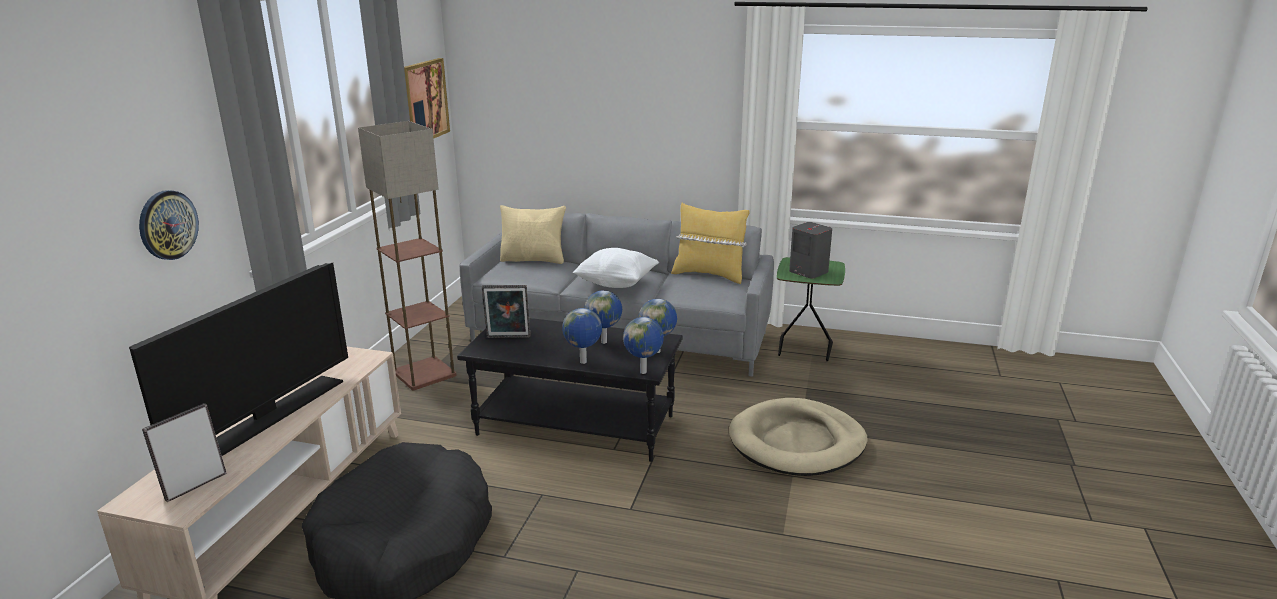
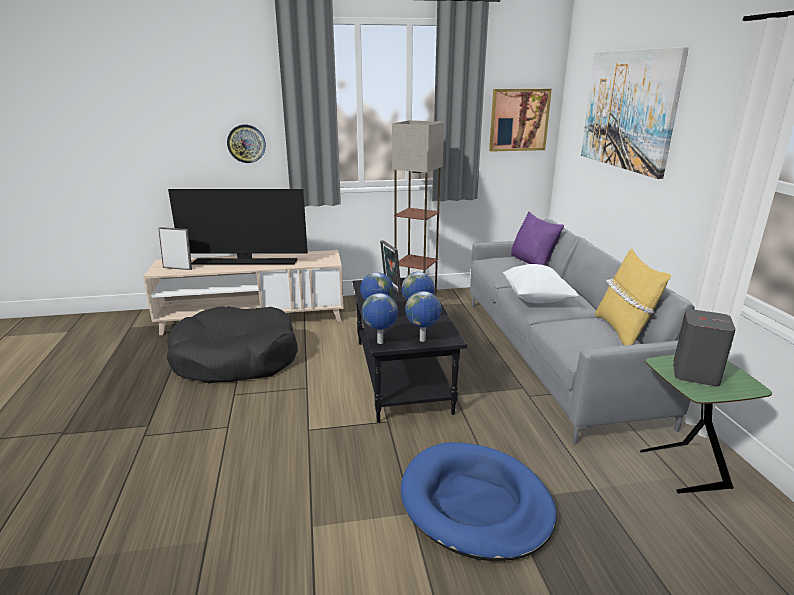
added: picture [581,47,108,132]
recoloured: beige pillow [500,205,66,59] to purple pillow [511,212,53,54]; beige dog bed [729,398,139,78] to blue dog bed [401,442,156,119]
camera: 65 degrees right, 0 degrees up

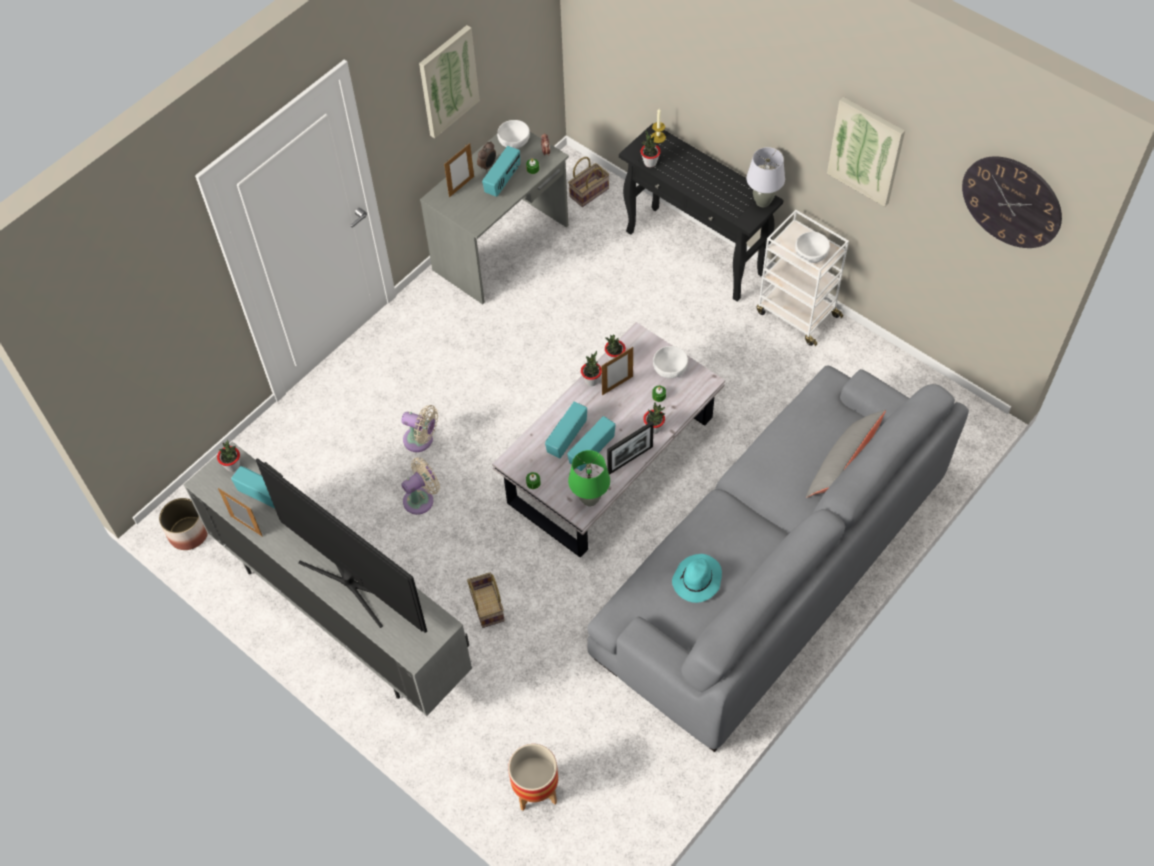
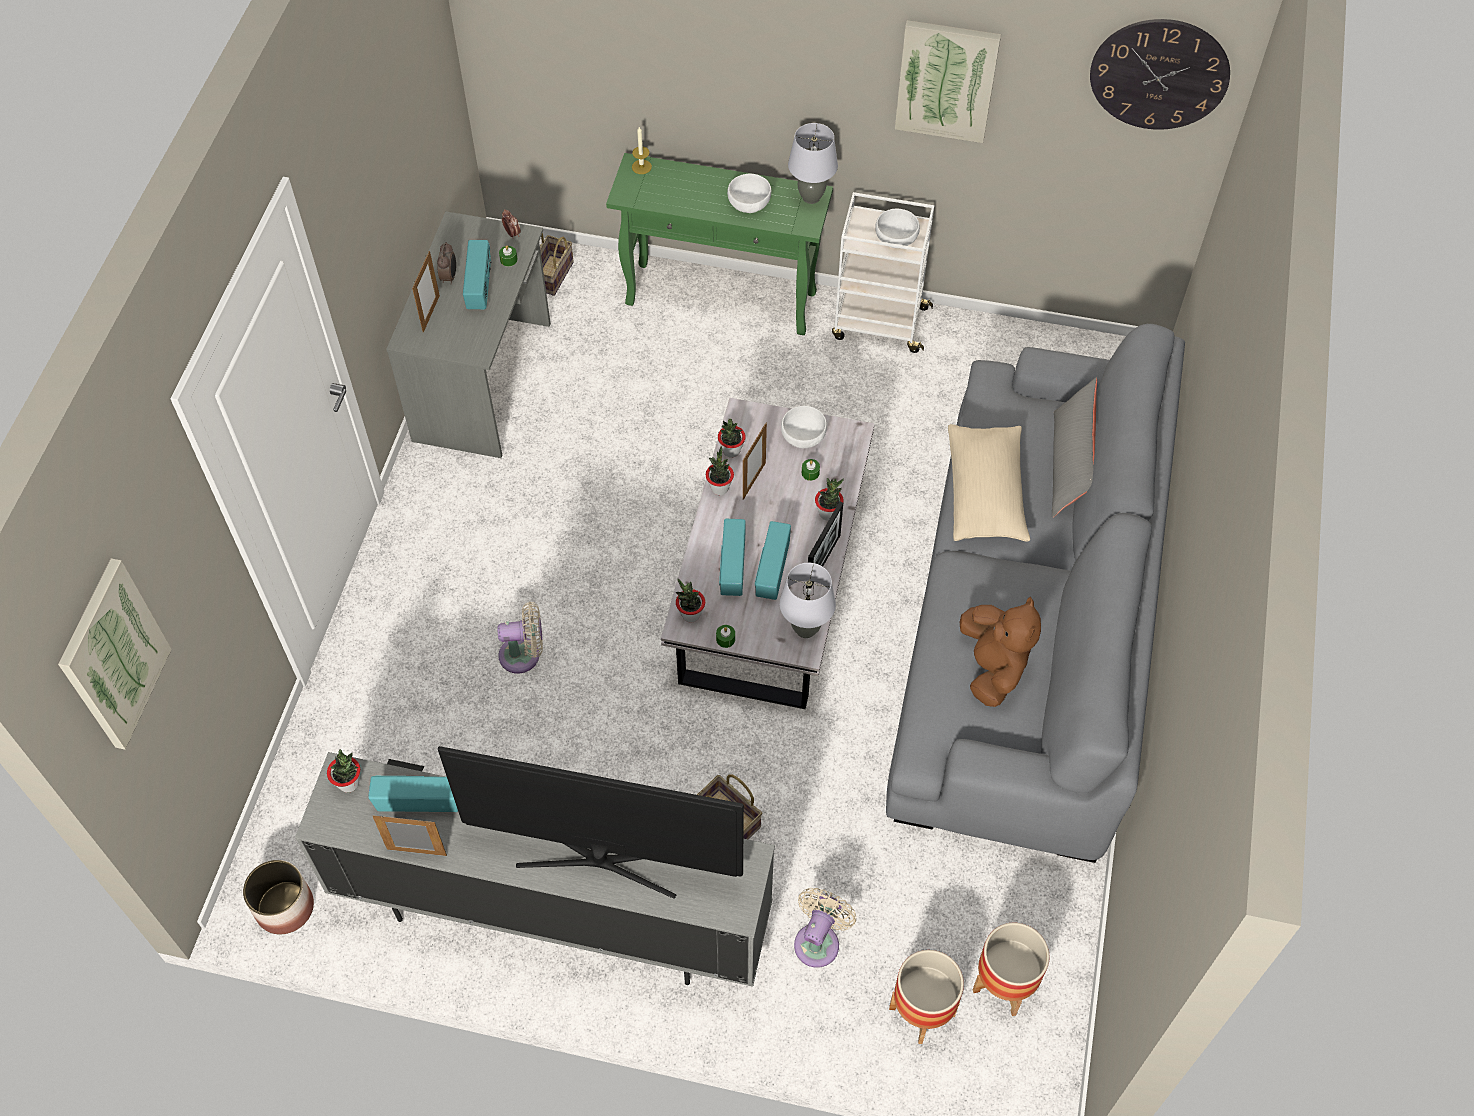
added: beige pillow [948,424,82,118]; planter [973,923,77,93]
moved: beige fan [401,457,39,58] to [794,888,62,80]; picture [419,25,61,113] to [58,558,114,192]; white bowl [497,120,33,29] to [727,174,44,39]; potted plant [641,131,20,36] to [676,579,29,44]
replaced: turquoise hat [672,554,50,49] to brown plush toy [960,596,81,111]
recoloured: green table lamp [568,450,42,56] to grey table lamp [780,563,56,75]; black console table [619,123,165,179] to green console table [606,153,227,182]
camera: 30 degrees left, 0 degrees up

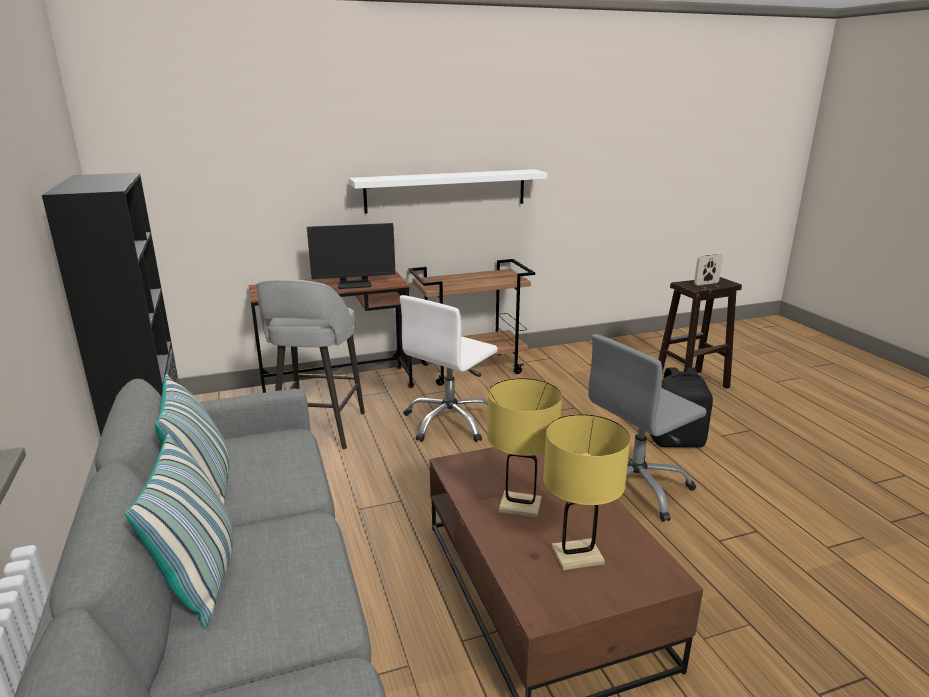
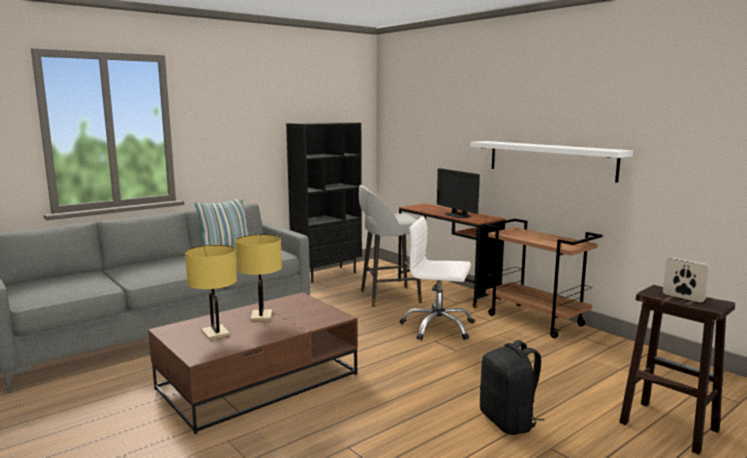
removed: pillow [125,433,108,195]; grey office chair [588,334,119,188]
camera: 70 degrees right, 10 degrees down

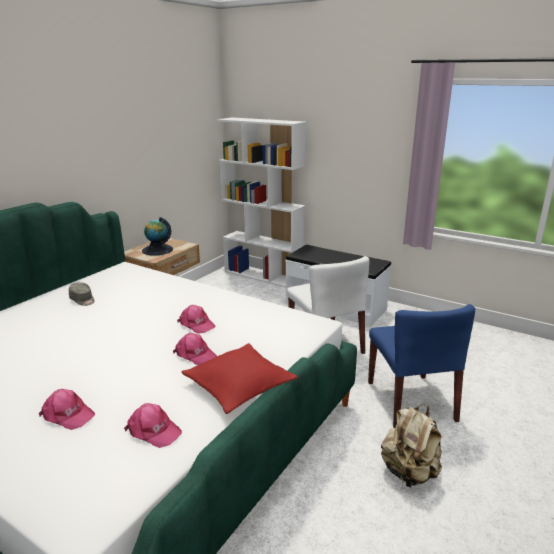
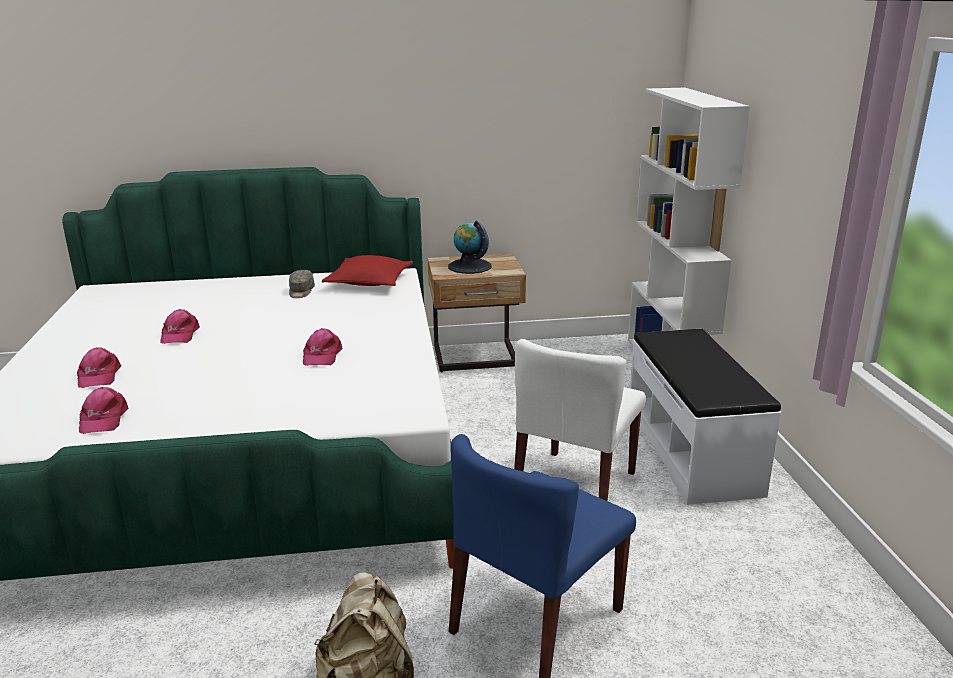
moved: pink cap [173,333,44,32] to [161,309,39,35]; red pillow [181,343,117,71] to [322,255,91,31]
camera: 50 degrees right, 0 degrees up

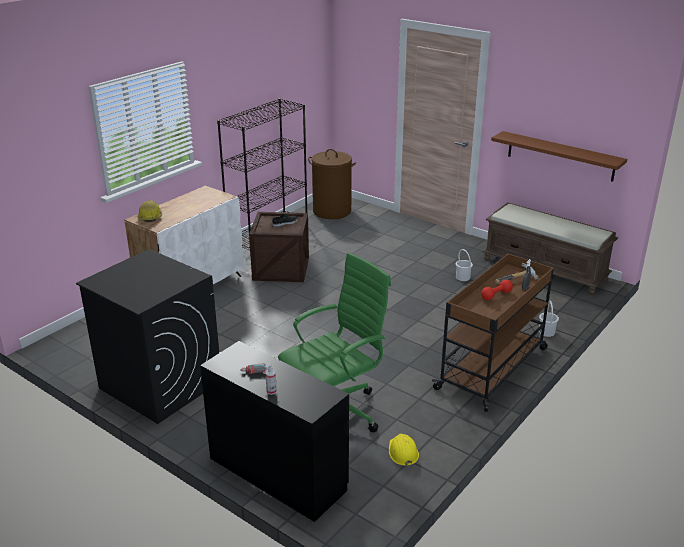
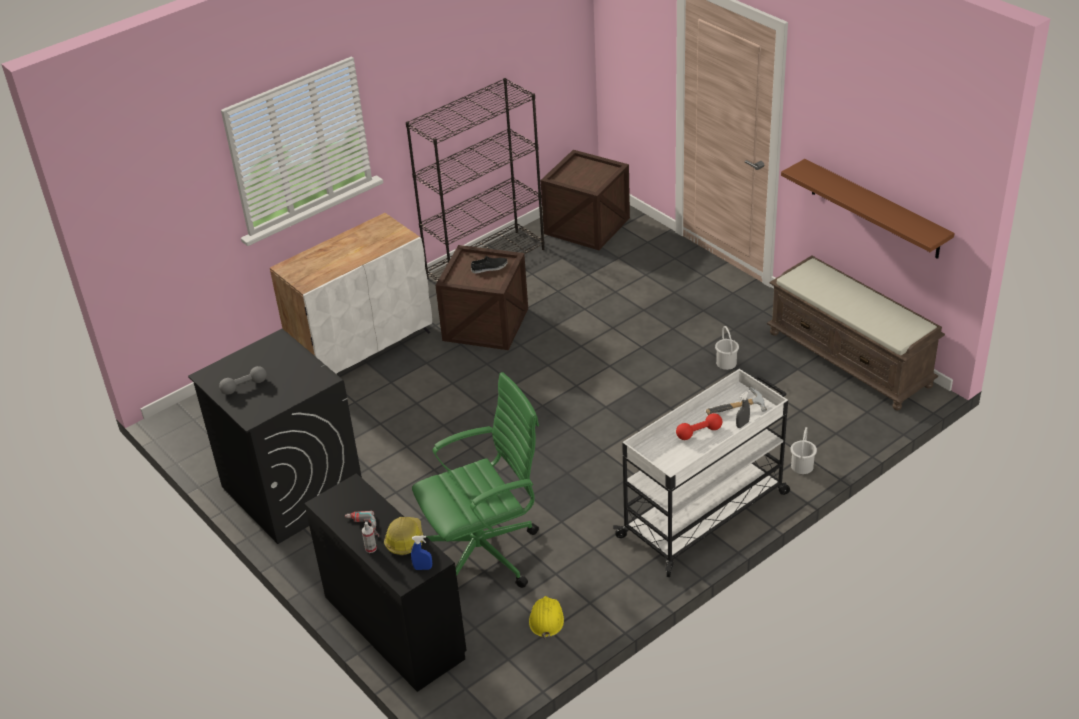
added: grey dumbbell [219,366,48,29]; blue spray bottle [411,536,21,34]
moved: hard hat [138,200,24,22] to [384,517,39,39]
replaced: brown laundry basket [308,149,48,70] to crate [541,150,89,100]
recoloured: brown cart [432,254,122,158] to white cart [613,369,177,208]
camera: 15 degrees right, 10 degrees up

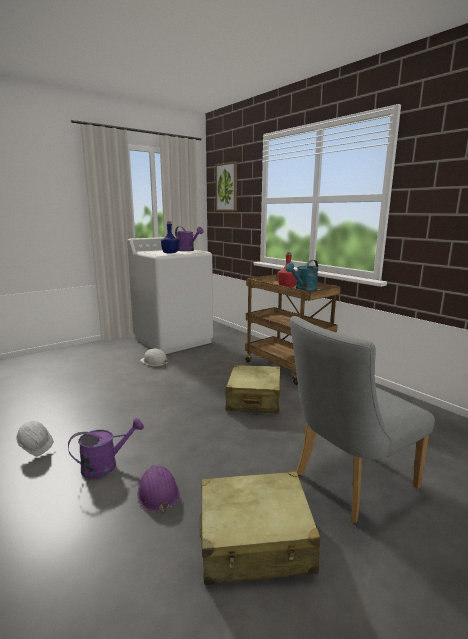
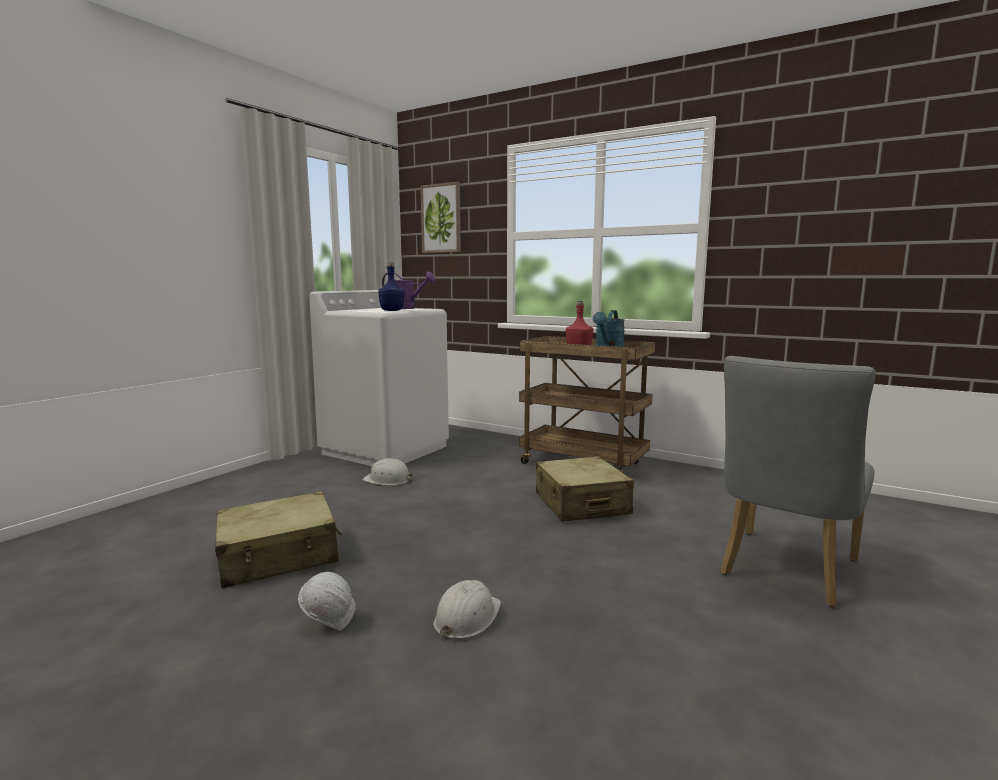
removed: purple hard hat [138,466,41,47]
moved: beige suitcase [200,471,120,114] to [215,491,127,97]
replaced: purple watering can [68,418,76,61] to white hard hat [434,580,67,60]
camera: 20 degrees left, 5 degrees down

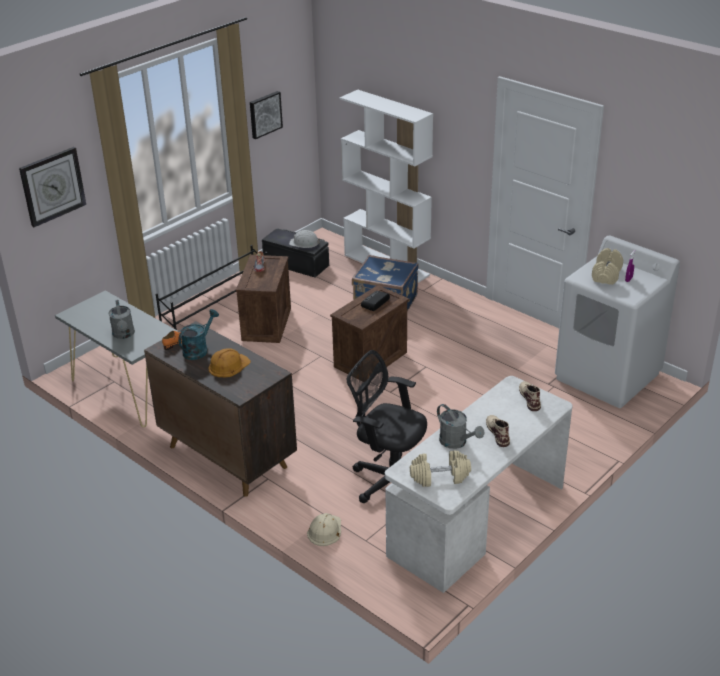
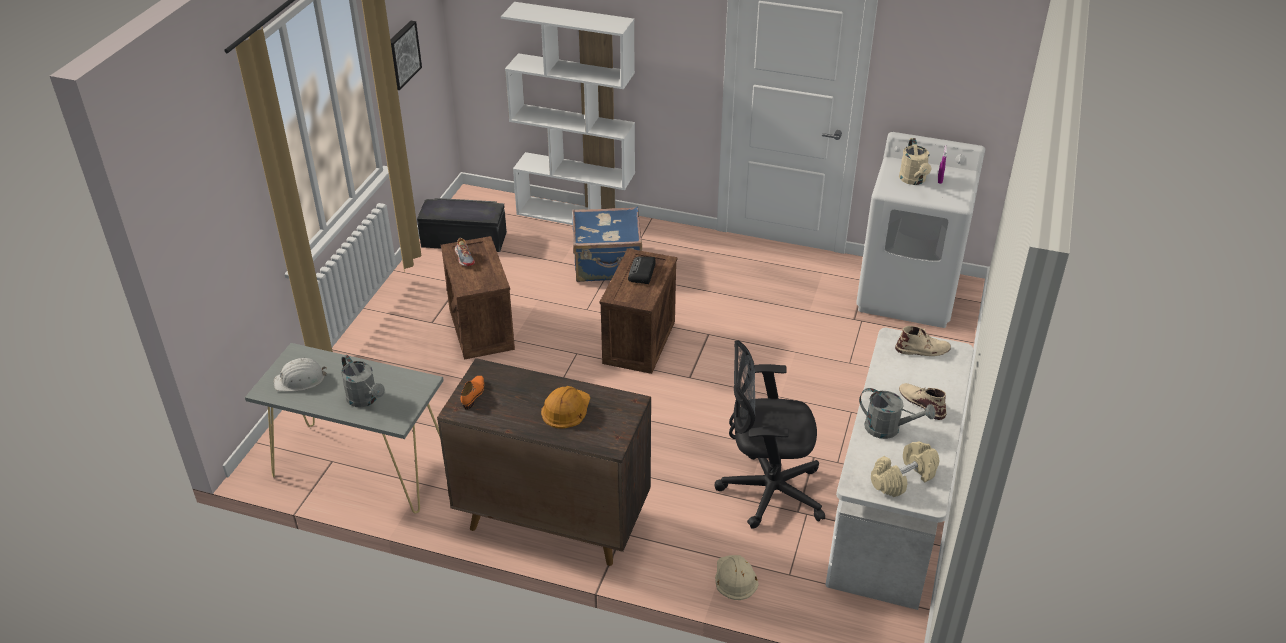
removed: wall clock [19,147,67,80]; black shoe rack [156,245,112,85]; turquoise watering can [178,309,41,51]
moved: white hard hat [289,230,32,18] to [274,358,53,33]
replaced: beige dumbbell [592,248,31,37] to beige watering can [899,138,32,47]
turned: beige boot [519,381,22,30] = [895,326,56,30] 120 degrees clockwise
camera: 25 degrees left, 5 degrees up

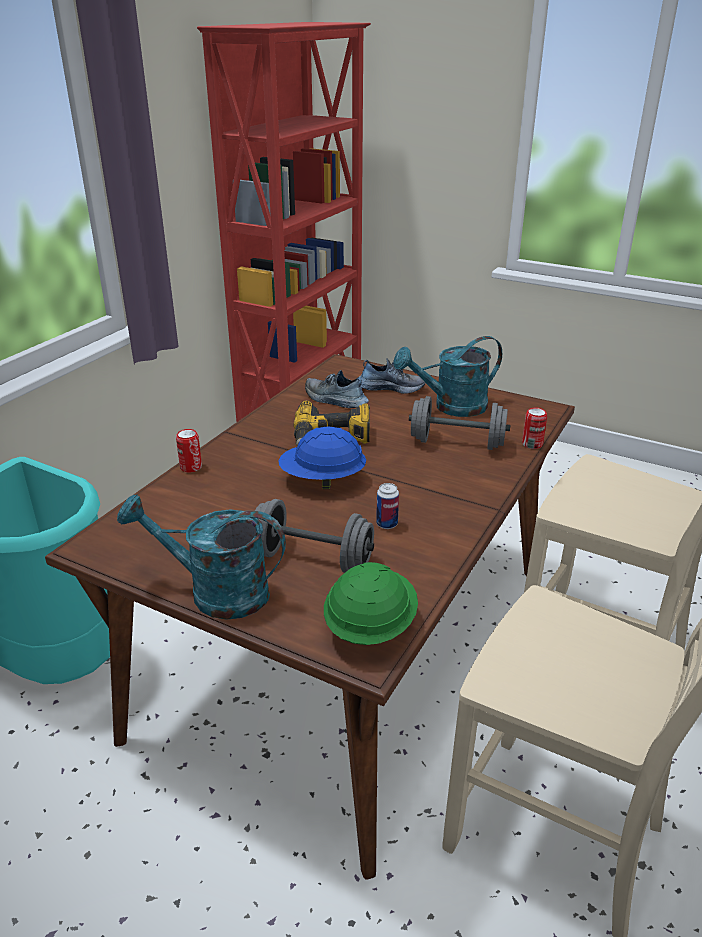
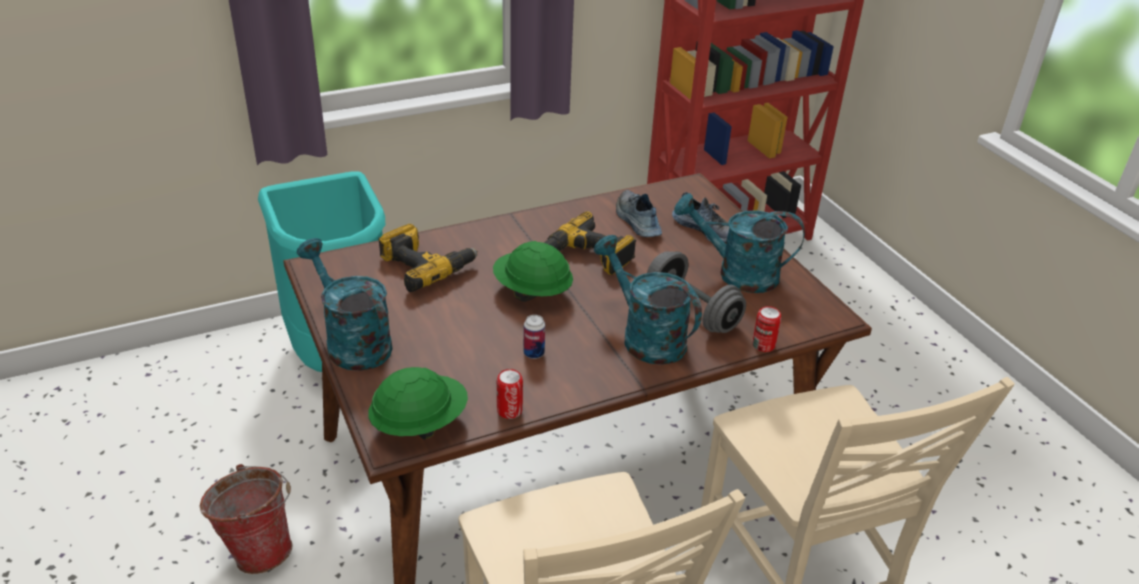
removed: grey dumbbell [255,499,119,74]
added: bucket [200,464,93,110]; power drill [378,224,100,68]; turquoise watering can [594,235,108,130]
moved: can [176,429,26,43] to [497,369,26,50]
recoloured: blue hard hat [278,427,88,62] to green hard hat [493,241,80,61]
camera: 35 degrees right, 5 degrees up

